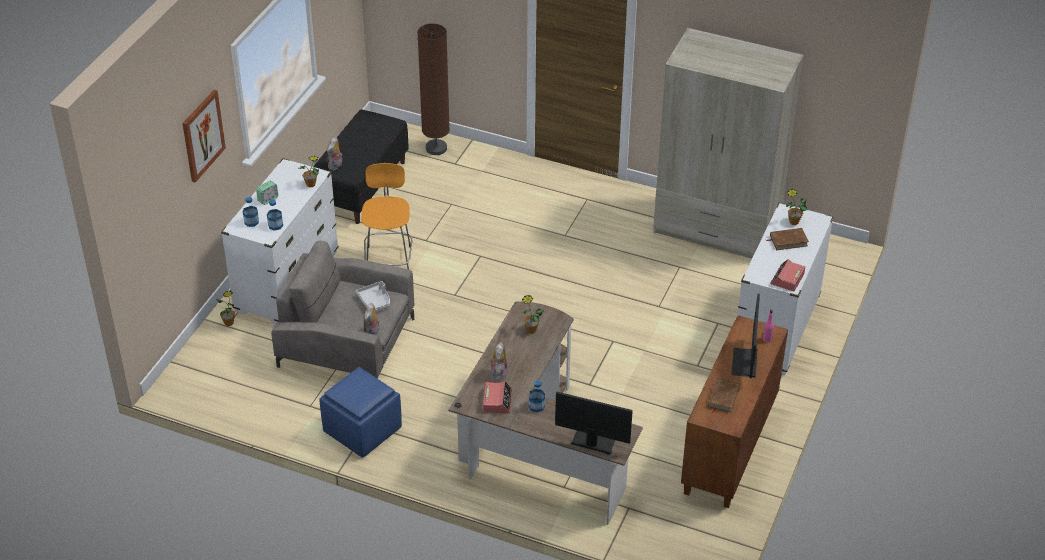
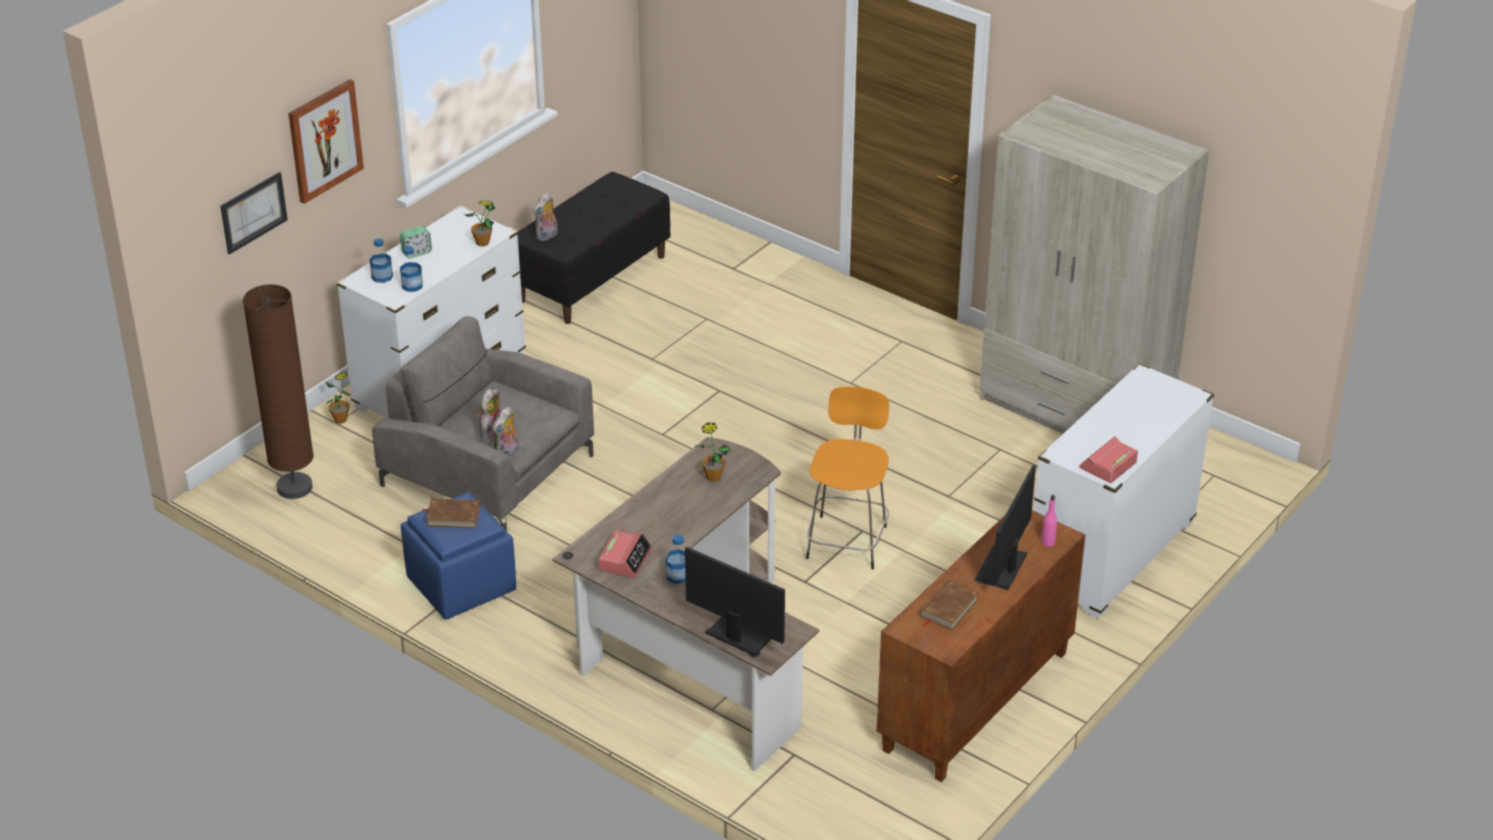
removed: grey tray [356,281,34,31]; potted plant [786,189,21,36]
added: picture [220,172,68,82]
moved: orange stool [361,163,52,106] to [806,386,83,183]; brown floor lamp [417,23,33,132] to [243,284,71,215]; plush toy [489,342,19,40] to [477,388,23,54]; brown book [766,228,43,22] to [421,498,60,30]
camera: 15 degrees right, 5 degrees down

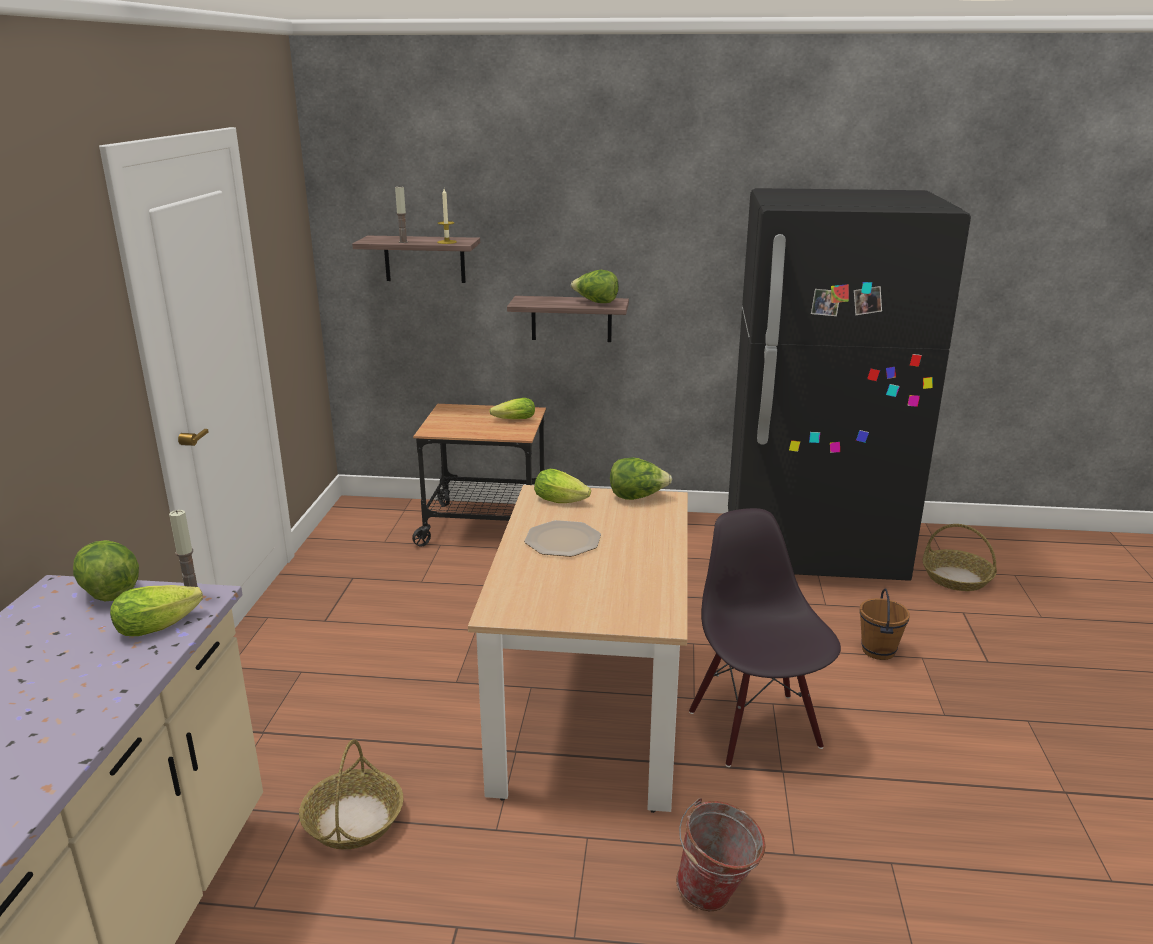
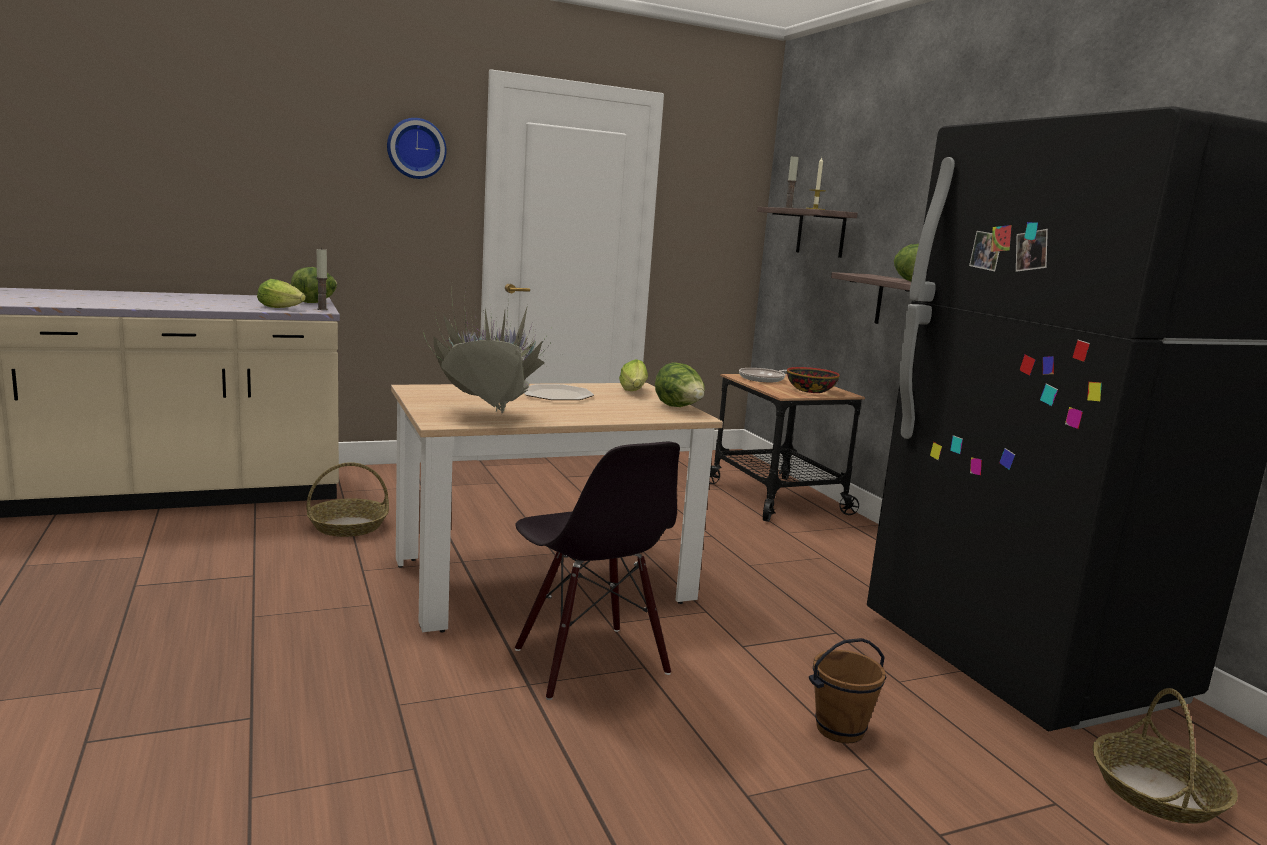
removed: bucket [676,798,90,113]
added: wall clock [387,118,60,61]; potted plant [423,283,130,131]; frying pan [739,368,48,14]
replaced: lettuce [489,398,46,21] to bowl [787,367,53,26]
turned: black chair [689,508,152,259] = [515,442,165,258] 105 degrees clockwise
camera: 60 degrees right, 10 degrees down

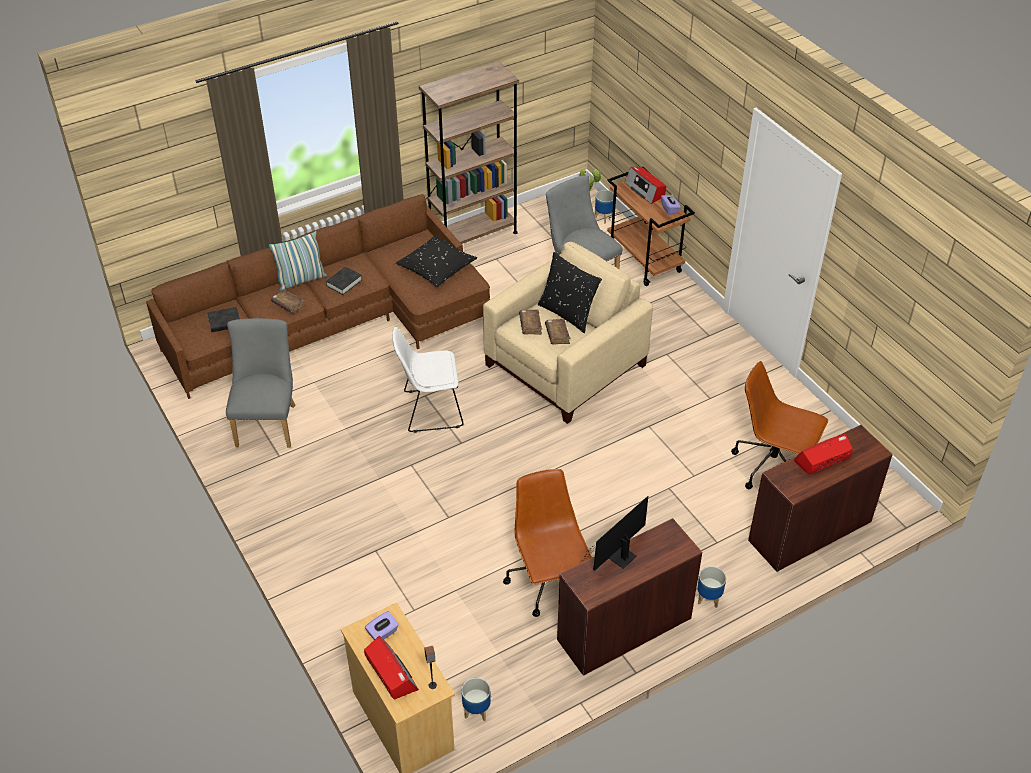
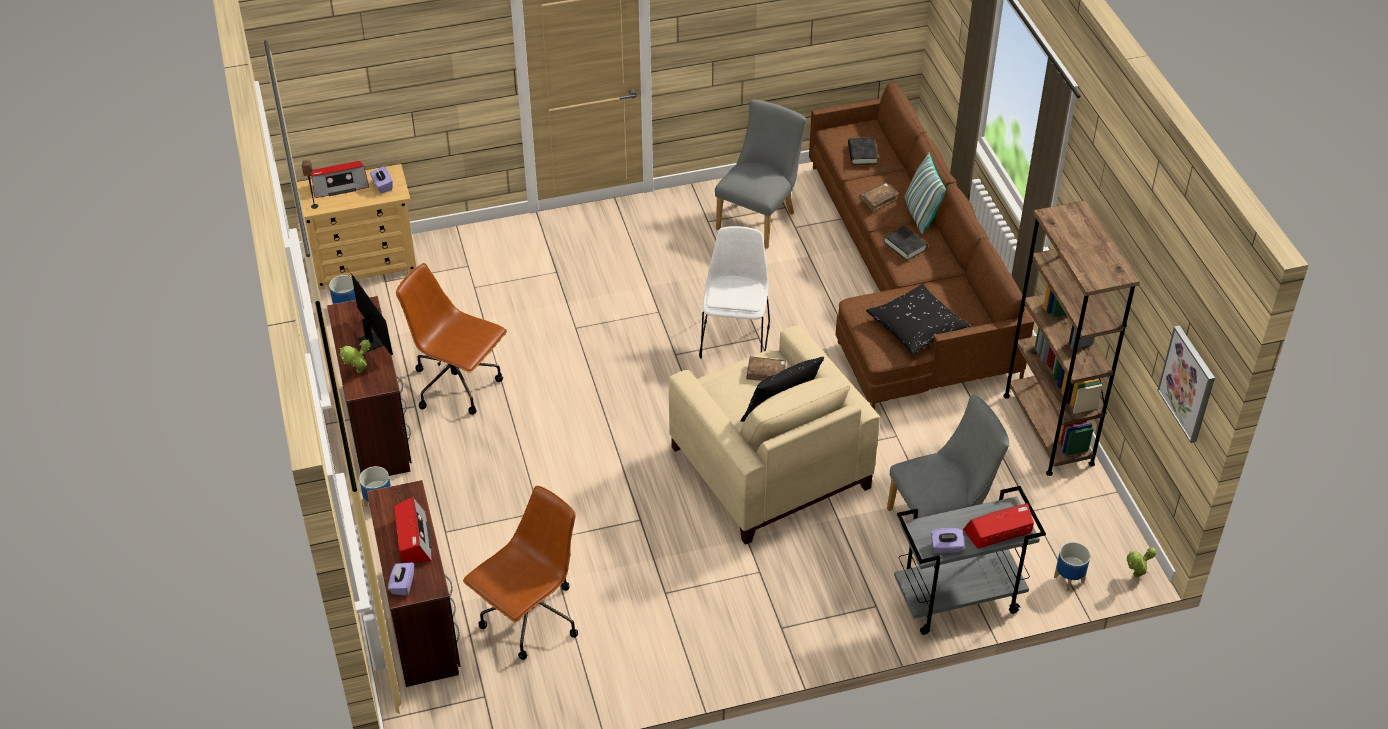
removed: brown book [545,319,26,26]
added: potted plant [340,339,31,34]; purple tissue box [388,562,26,34]; picture [1157,325,58,118]
recoloured: brown cart [607,167,88,119] to grey cart [894,486,152,149]
turned: grey chair [226,318,70,129] = [715,100,91,149] 75 degrees counterclockwise; brown office chair [503,469,89,148] = [396,263,111,152] 150 degrees counterclockwise
camera: 105 degrees right, 0 degrees up

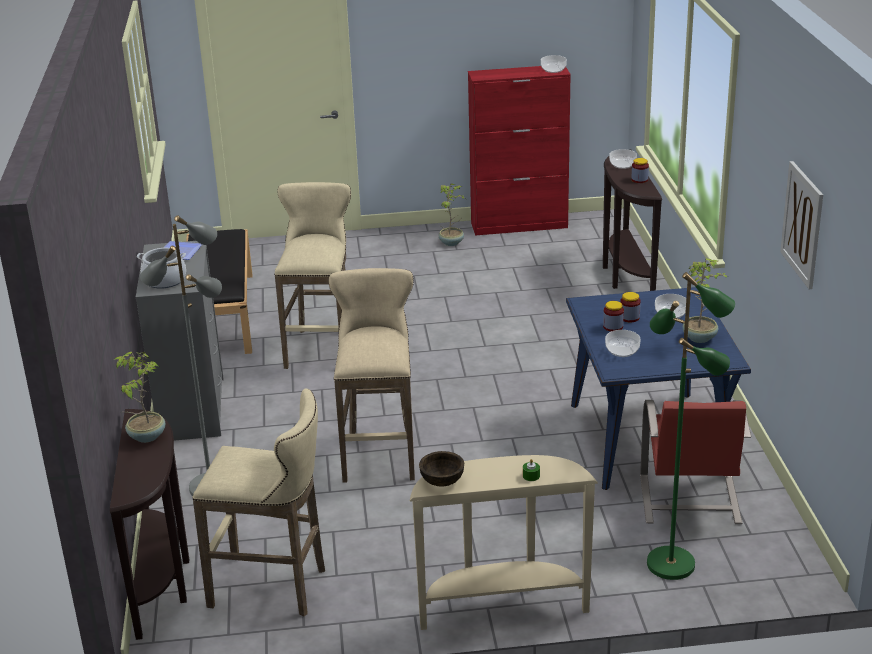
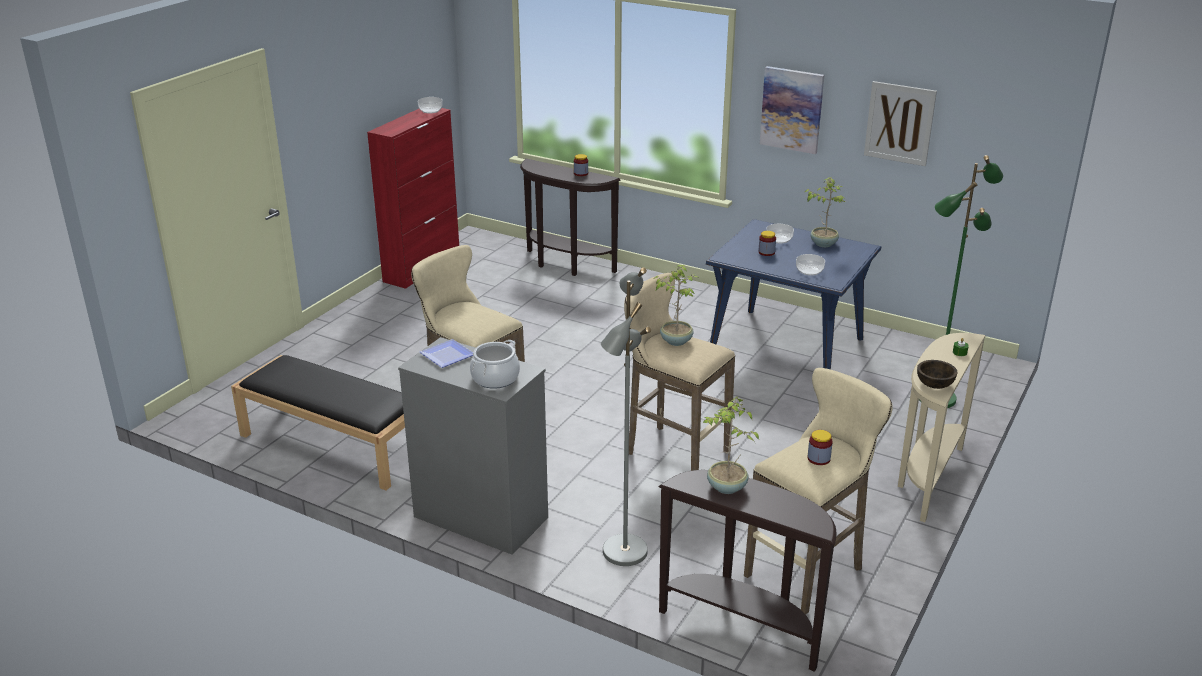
removed: bowl [609,149,28,20]; red chair [640,400,111,124]
added: picture [760,66,64,88]
moved: potted plant [438,183,28,63] to [654,265,45,81]; jar [603,301,21,30] to [808,430,25,35]
camera: 55 degrees left, 0 degrees up

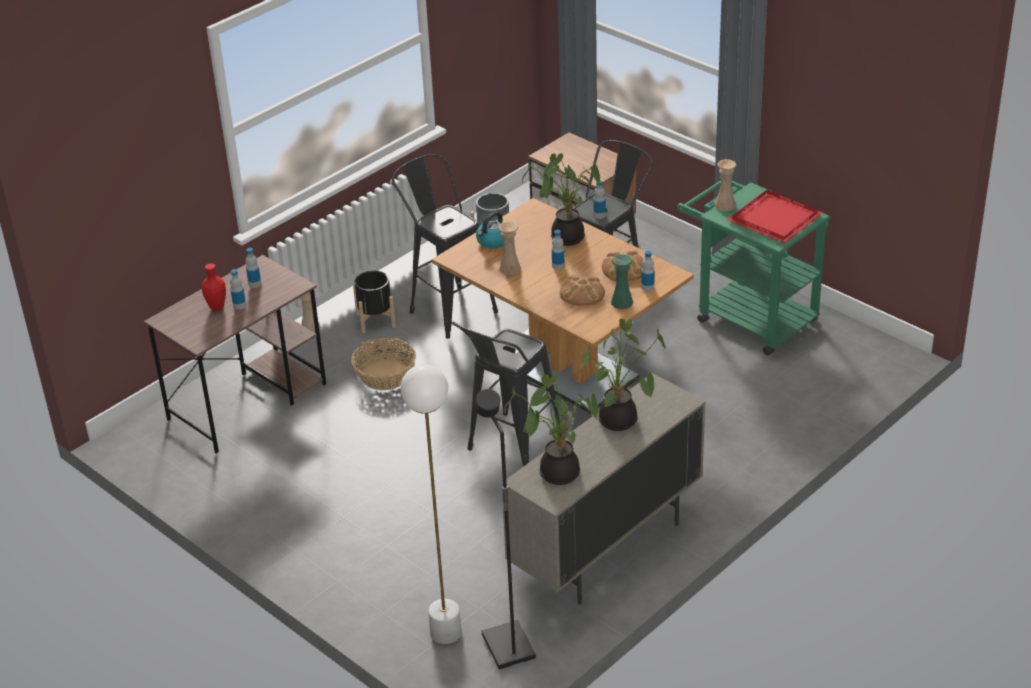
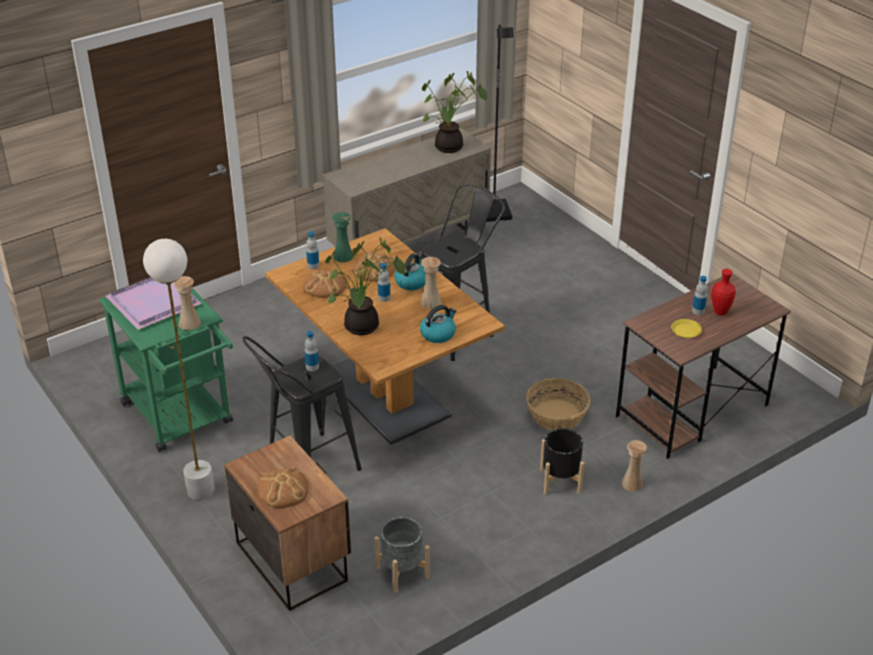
removed: black stool [392,154,106,184]; potted plant [580,319,86,112]
added: bread [257,467,52,41]; kettle [395,254,31,36]
moved: white floor lamp [400,364,61,280] to [143,239,72,261]
replaced: bottle [246,248,15,40] to yellow plate [671,319,31,19]
recoloured: red tray [727,190,96,54] to purple tray [105,277,97,53]
camera: 170 degrees left, 0 degrees up

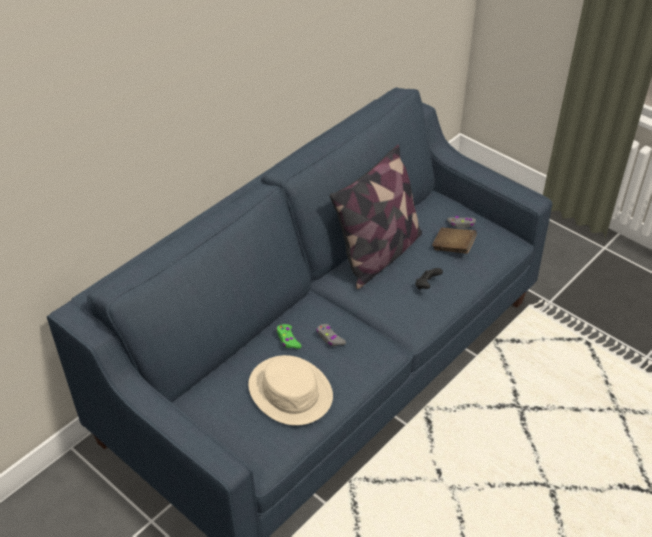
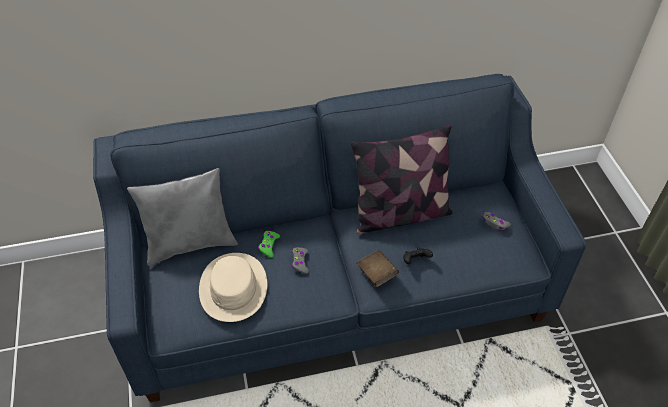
added: grey pillow [127,168,111,98]
moved: brown book [432,227,45,27] to [357,250,42,37]
camera: 35 degrees right, 5 degrees up

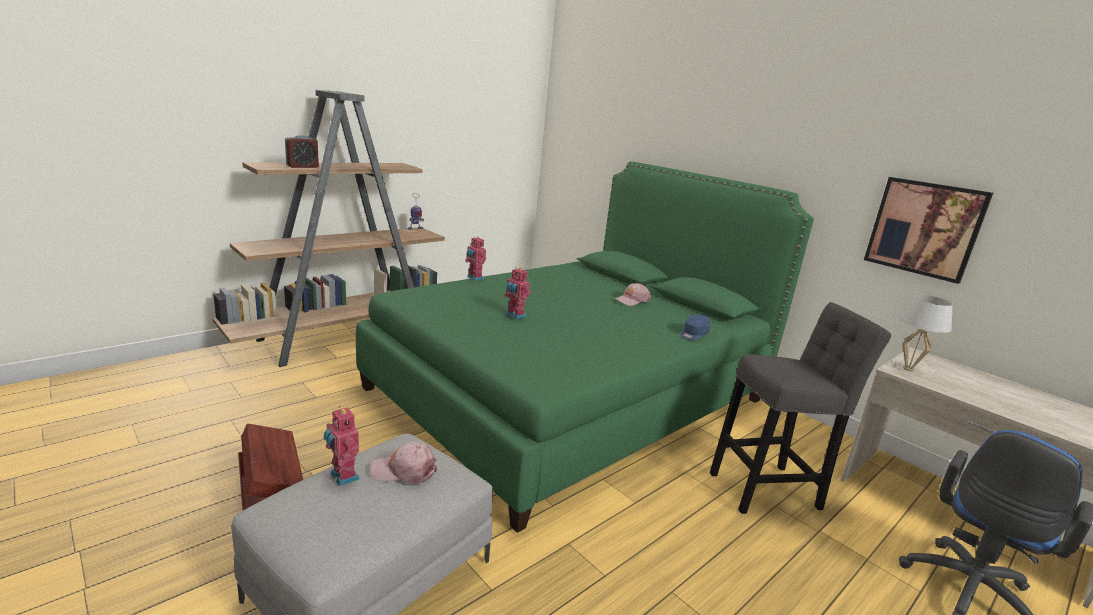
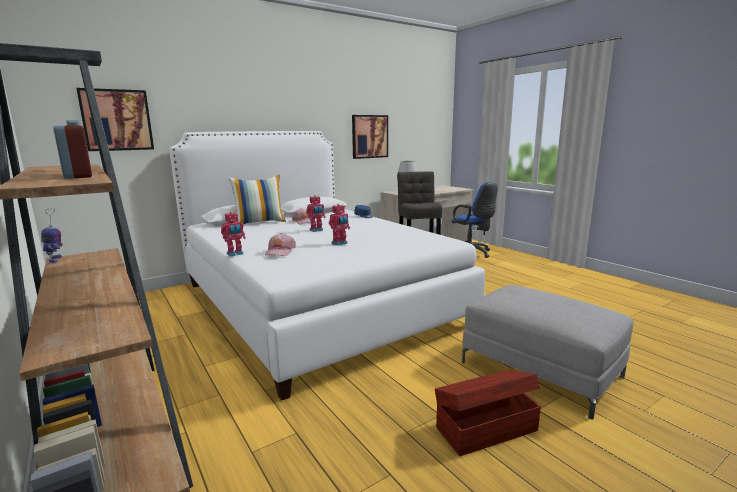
added: picture [76,88,78,63]; pillow [229,175,57,50]
moved: toy robot [324,406,36,80] to [306,195,19,37]; pink cap [370,441,67,43] to [265,233,31,23]
recoloured: green bed [356,162,458,371] to white bed [169,131,316,270]
camera: 80 degrees left, 5 degrees down

